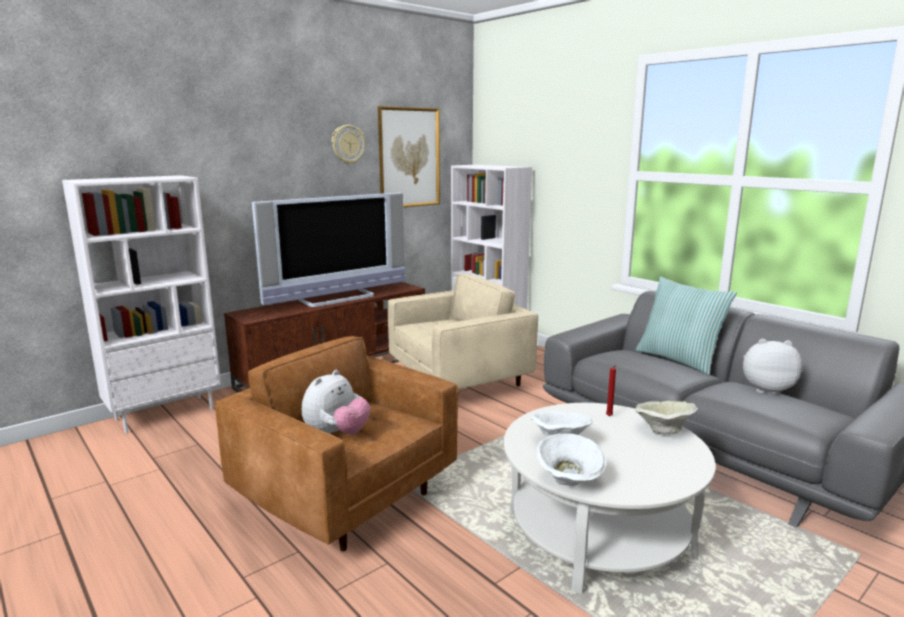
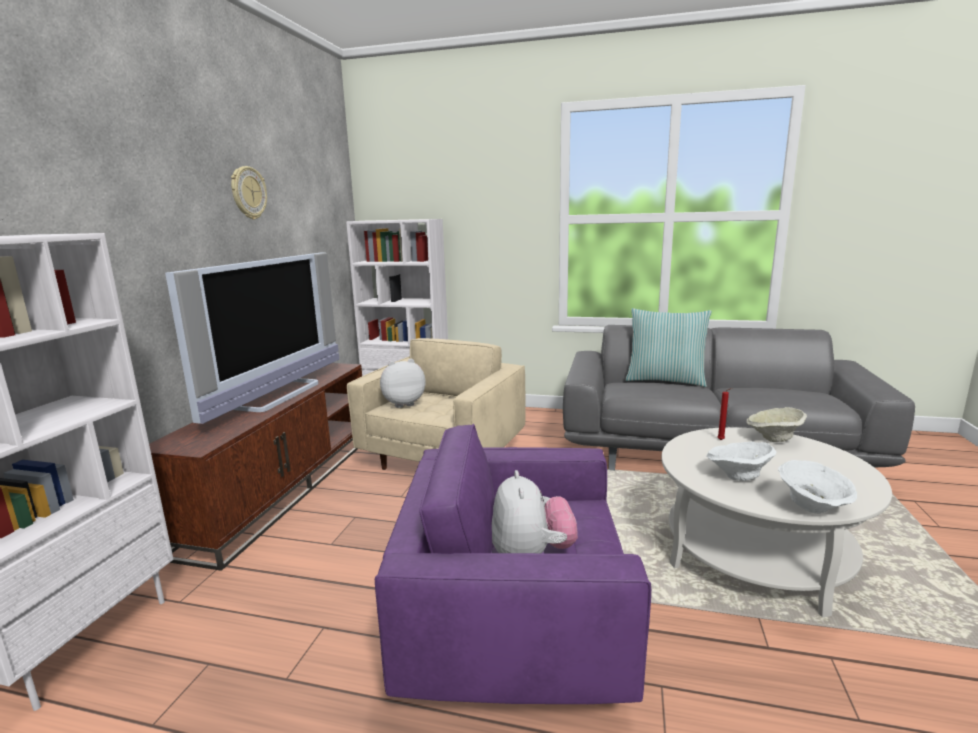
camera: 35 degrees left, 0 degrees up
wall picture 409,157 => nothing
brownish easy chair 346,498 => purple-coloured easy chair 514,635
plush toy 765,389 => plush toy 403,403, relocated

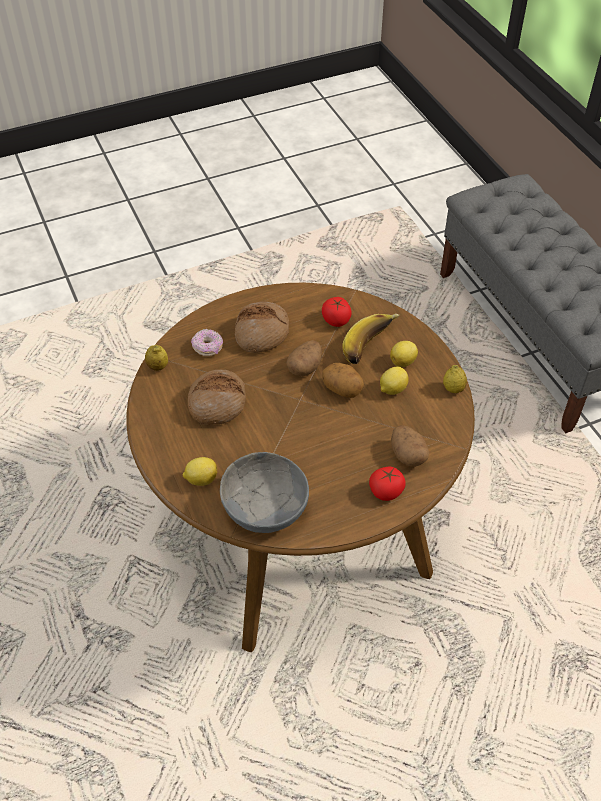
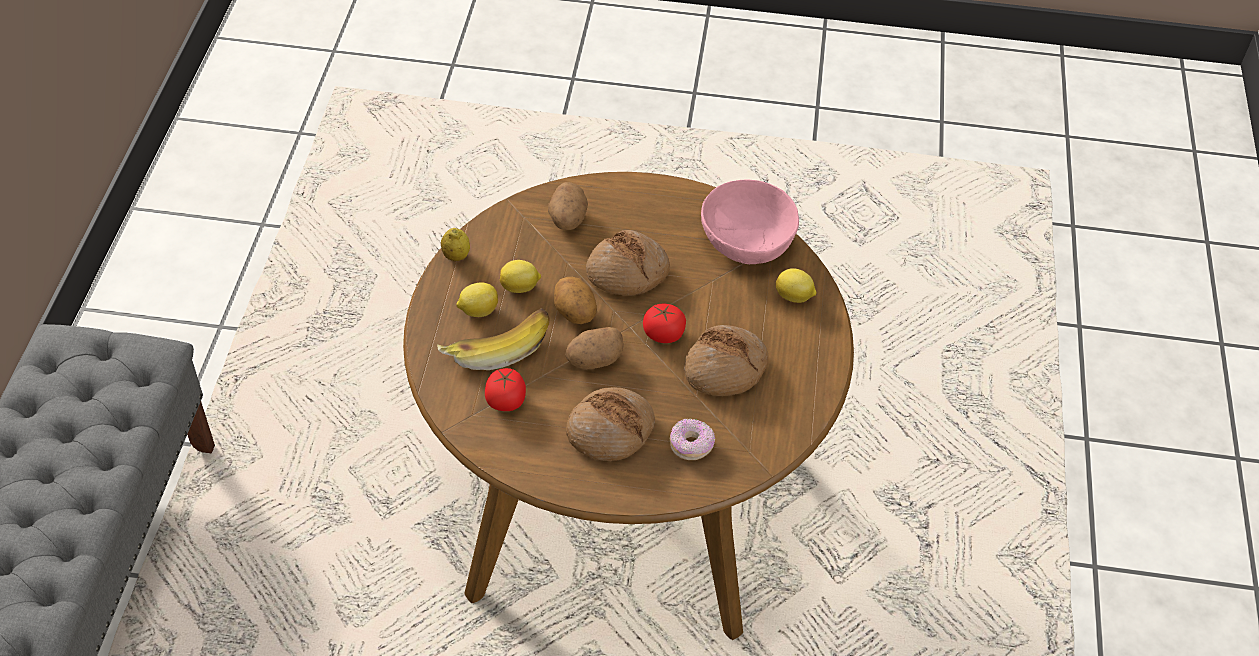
camera: 150 degrees left, 0 degrees up
lemon 157,366 => nothing
greyish serving bowl 264,508 => pink serving bowl 748,241
whole tomato 386,491 => whole tomato 663,334, relocated
nothing => bakery bread 627,273

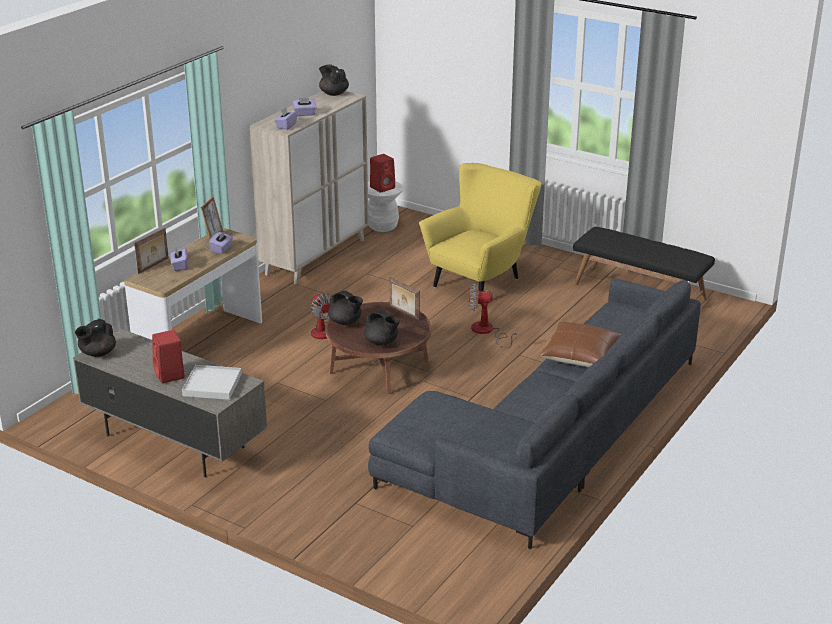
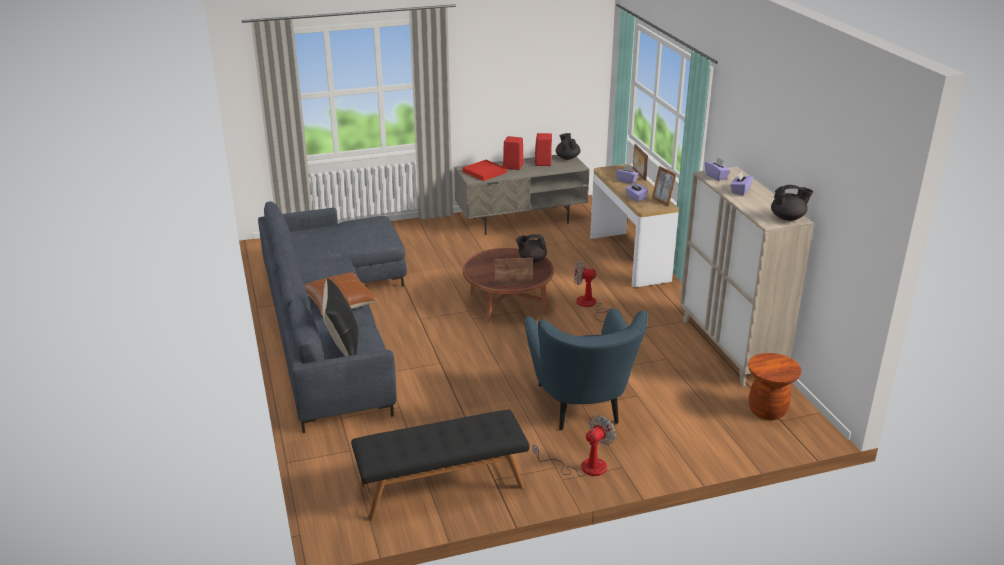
camera: 130 degrees right, 0 degrees up
reddish audio speaker 383,187 => reddish audio speaker 543,163, relocated
yellowish easy chair 481,280 => bluish easy chair 581,408
white-coloured stool 382,226 => brownish stool 767,410
cooling fan 487,332 => cooling fan 583,467, relocated
black-coloured tea pot 381,342 => nothing
white-coloured carrying tray 212,385 => reddish carrying tray 484,172
nothing => black-coloured throw pillow 343,345

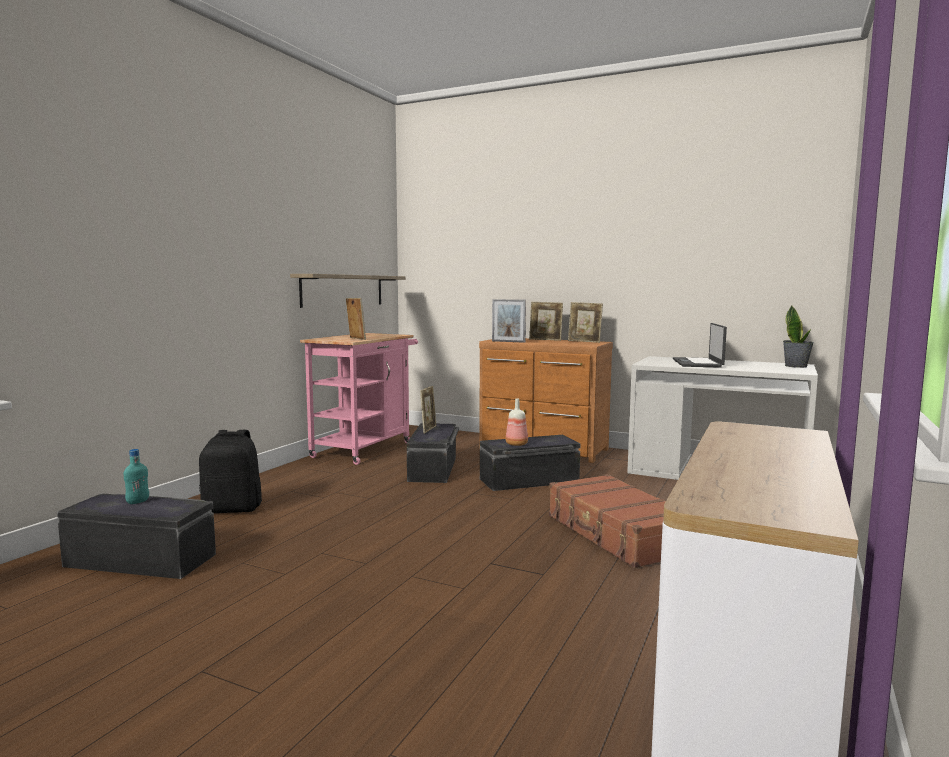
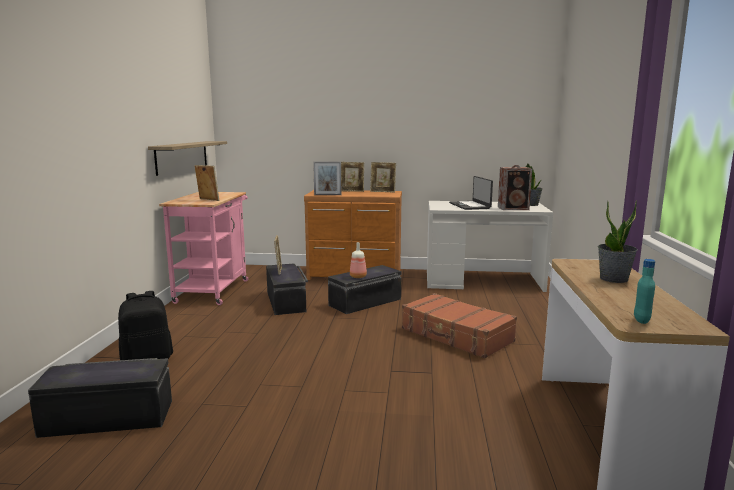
camera: 20 degrees left, 5 degrees up
blue-green beverage bottle 137,502 => blue-green beverage bottle 641,320, relocated
nothing => audio speaker 514,208
nothing => potted plant 614,279

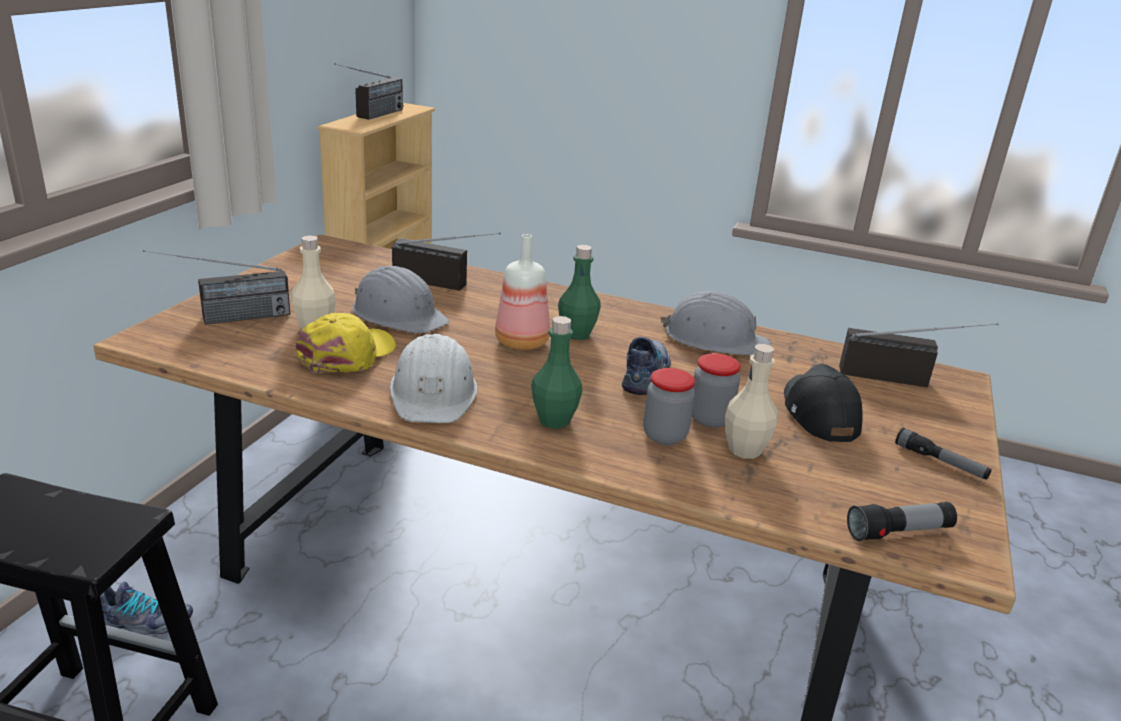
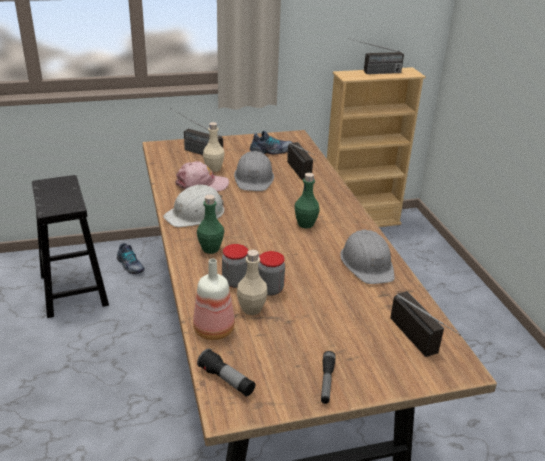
camera: 55 degrees right, 5 degrees up
beverage bottle 523,342 => beverage bottle 215,330, relocated
yellowish cap 347,354 => pink cap 202,184
shoe 646,374 => shoe 271,151, relocated
black-coloured cap 818,414 => nothing

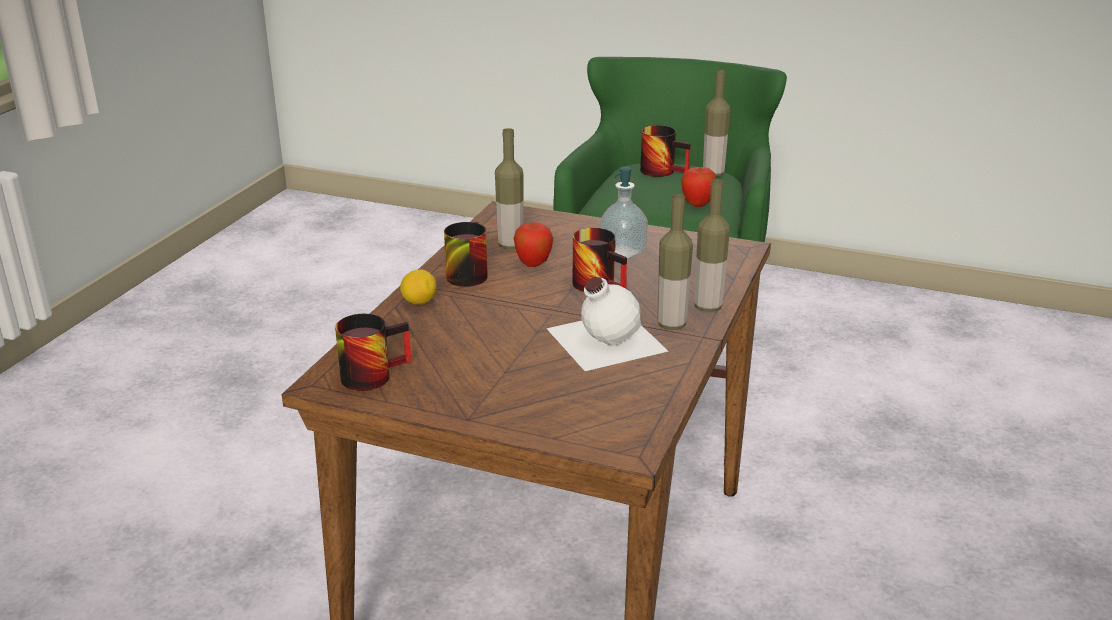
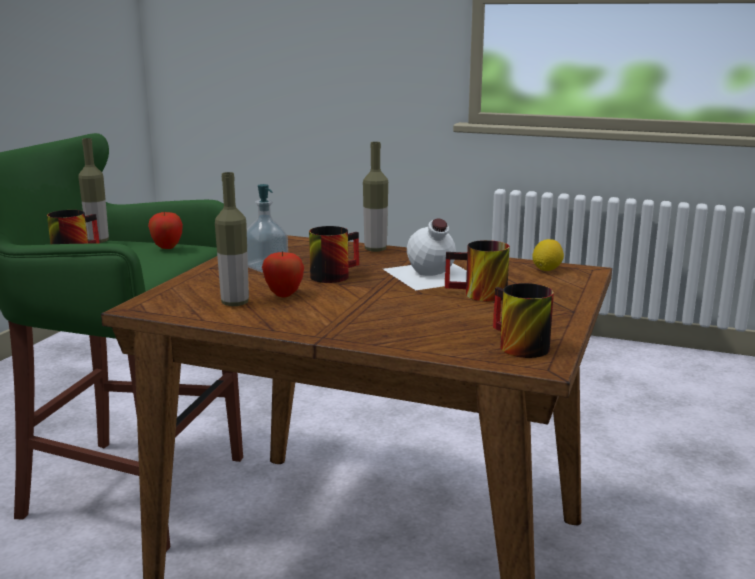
camera: 90 degrees left, 10 degrees down
beverage bottle 671,324 => nothing
mug 465,273 => mug 478,295, relocated
lemon 419,302 => lemon 546,269, relocated

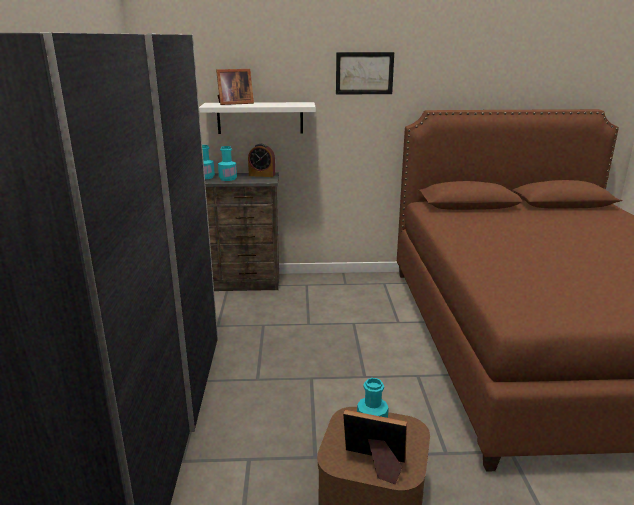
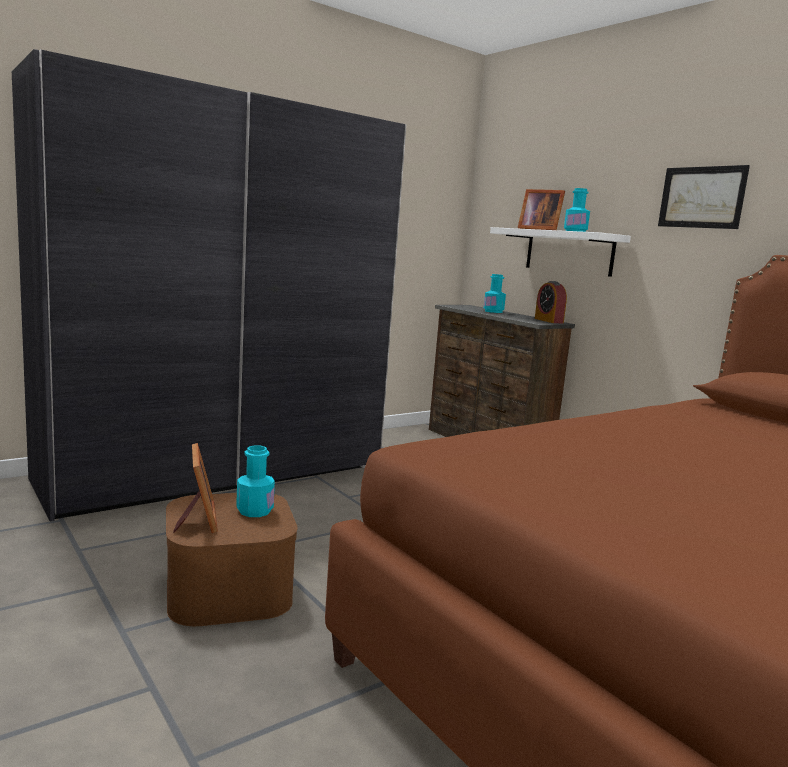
camera: 55 degrees right, 10 degrees down
blue-green beverage bottle 228,179 => blue-green beverage bottle 575,232, relocated

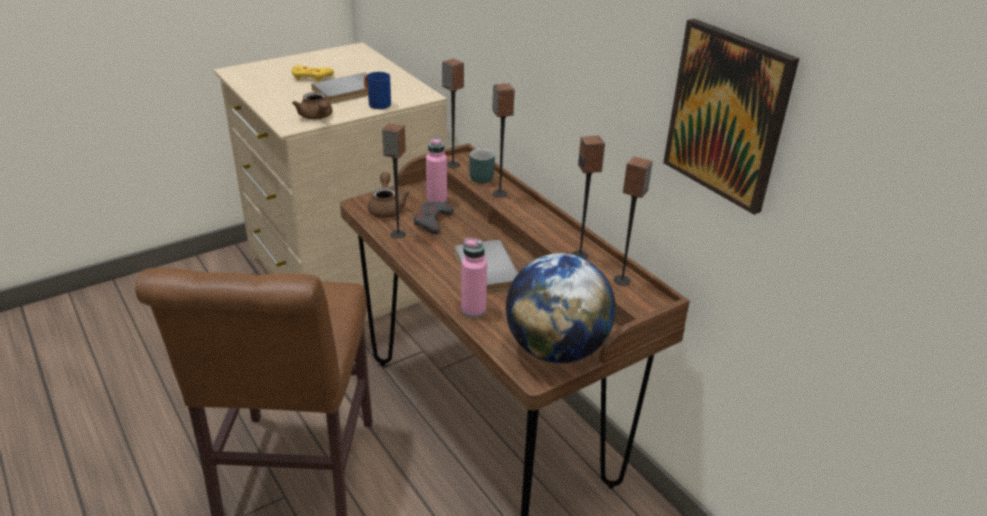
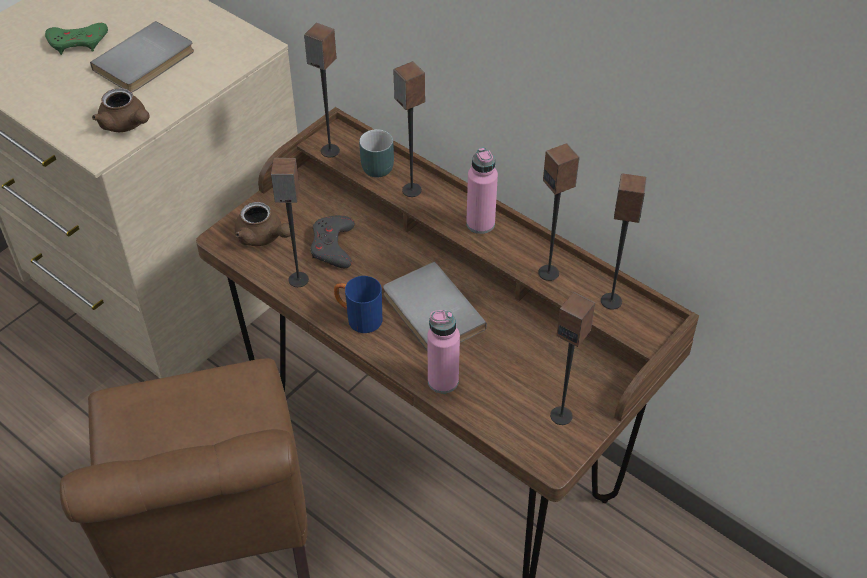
camera: 15 degrees left, 15 degrees up
wall picture 727,115 => nothing
yellowish game controller 311,77 => green game controller 78,42
bluish mug 376,104 => bluish mug 358,318, relocated
pink beverage bottle 436,200 => pink beverage bottle 480,223, relocated
brownish tea pot 386,208 => brownish tea pot 263,237, 150 degrees clockwise
world globe 556,350 => audio speaker 561,415

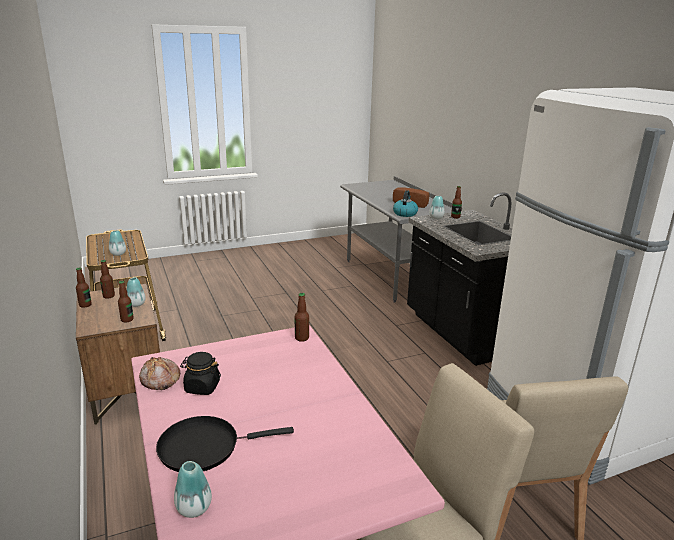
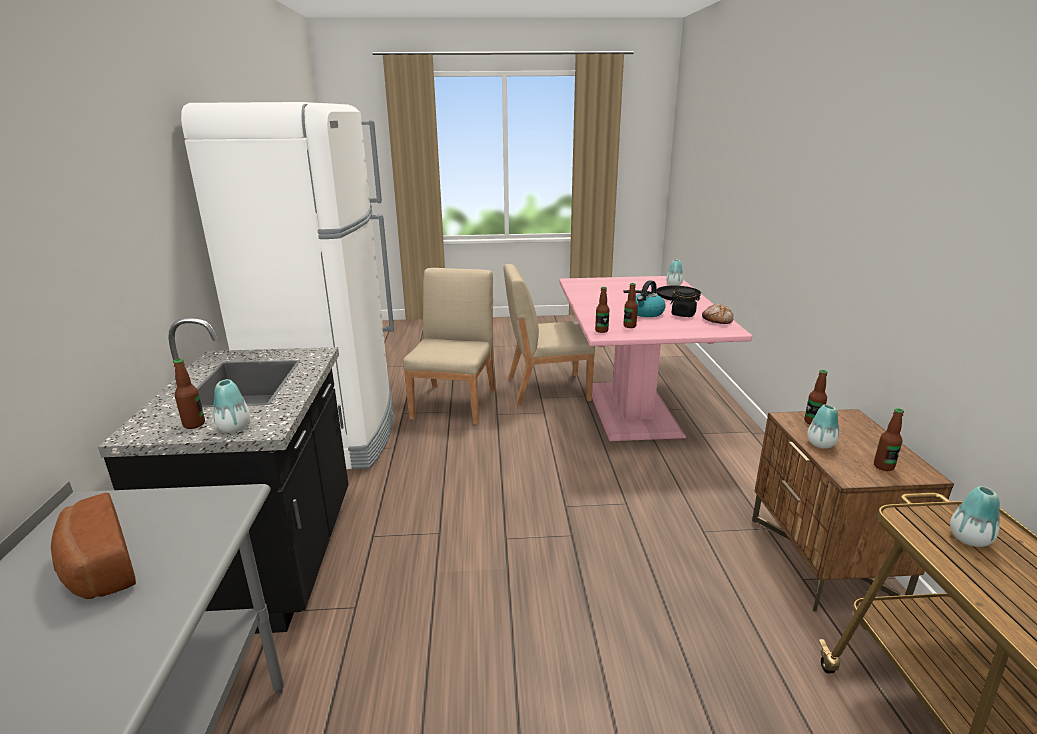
camera: 160 degrees left, 0 degrees up
tea kettle 405,213 => tea kettle 646,313, relocated
beverage bottle 85,305 => beverage bottle 629,326, relocated

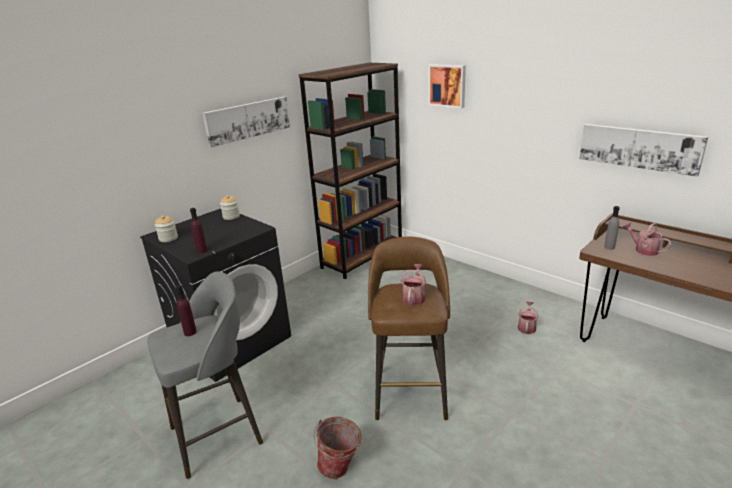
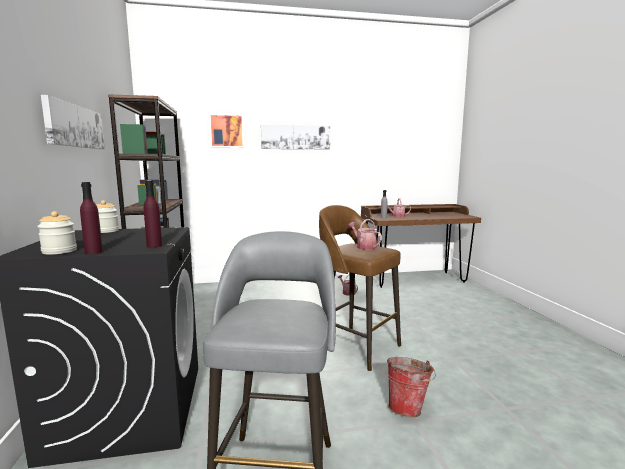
camera: 55 degrees left, 15 degrees down
wall picture 639,148 => wall picture 295,137, relocated
purple-coloured beverage bottle 190,332 => purple-coloured beverage bottle 93,252, relocated

